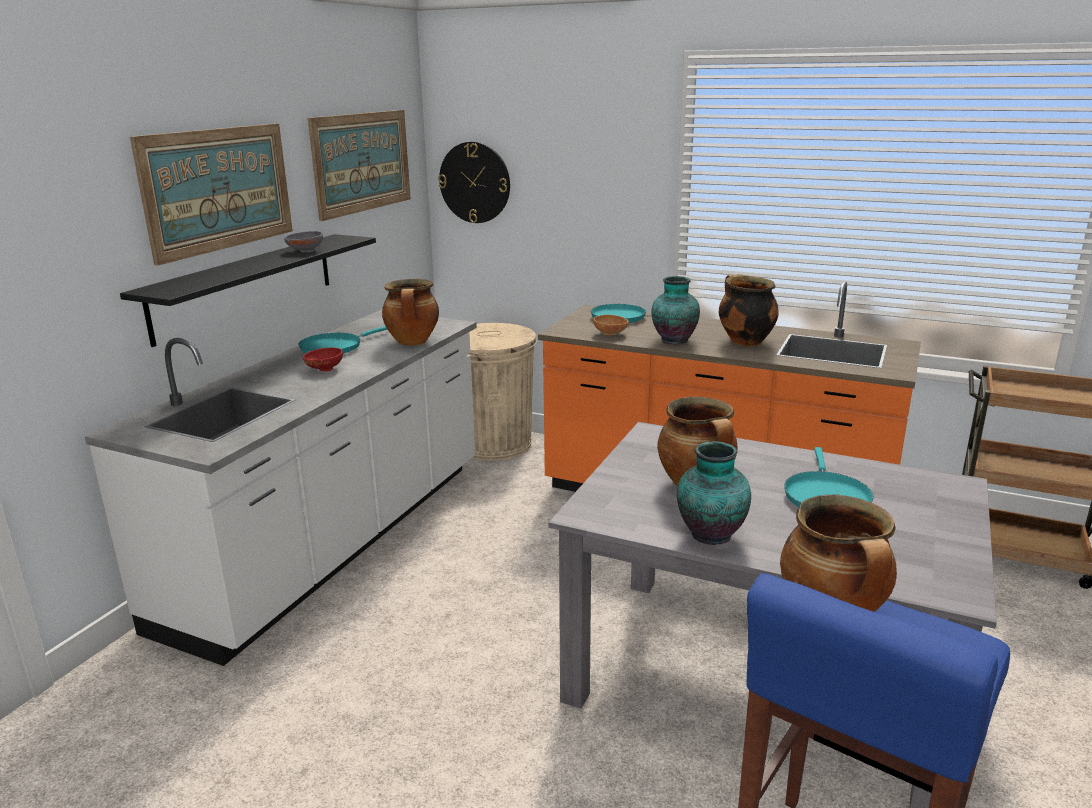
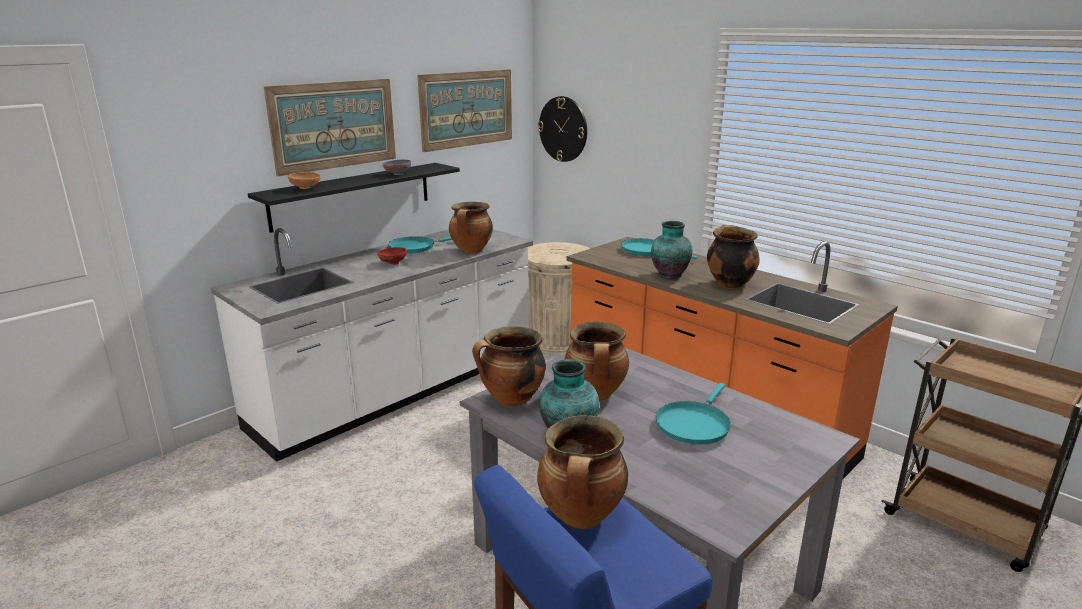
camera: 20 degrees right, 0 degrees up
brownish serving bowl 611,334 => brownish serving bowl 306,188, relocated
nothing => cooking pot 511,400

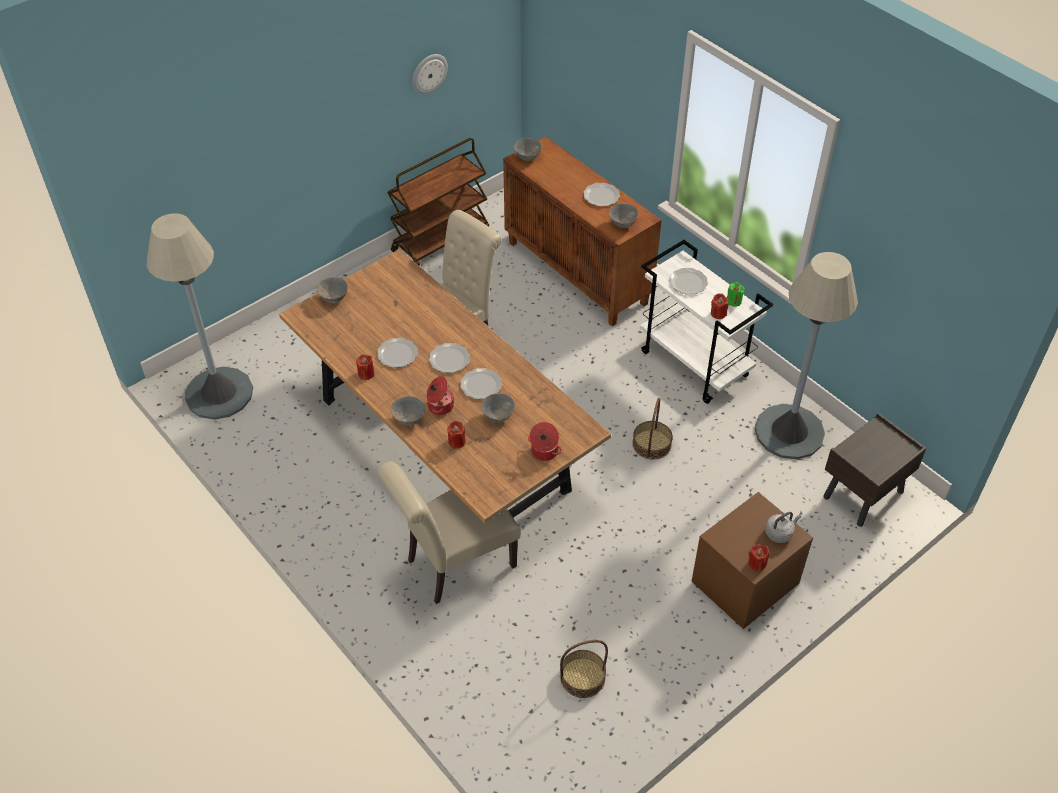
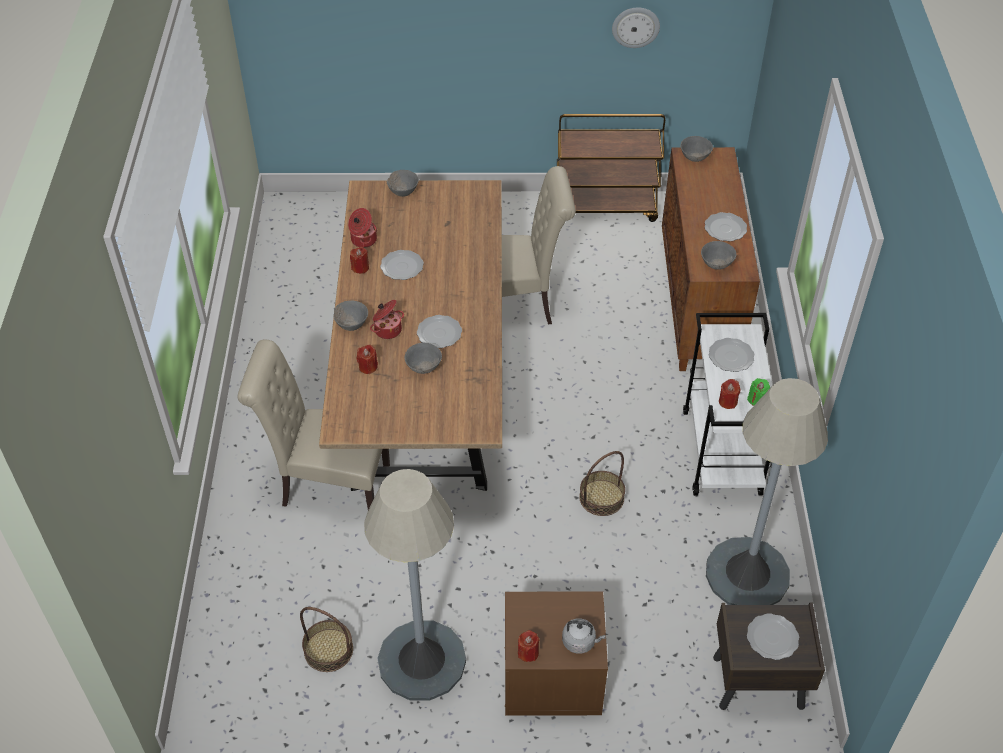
camera: 40 degrees right, 0 degrees up
greyish standing lamp 219,393 => greyish standing lamp 421,660, relocated
flat dish 449,360 => flat dish 772,638, relocated
cooking pot 544,452 => cooking pot 363,240, relocated

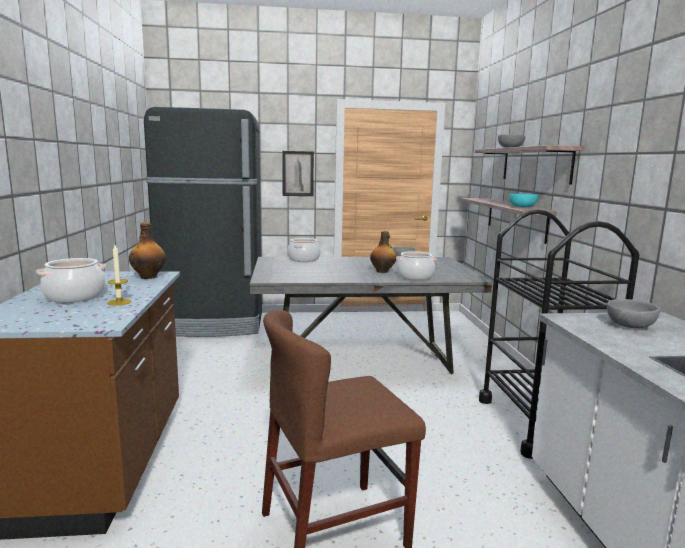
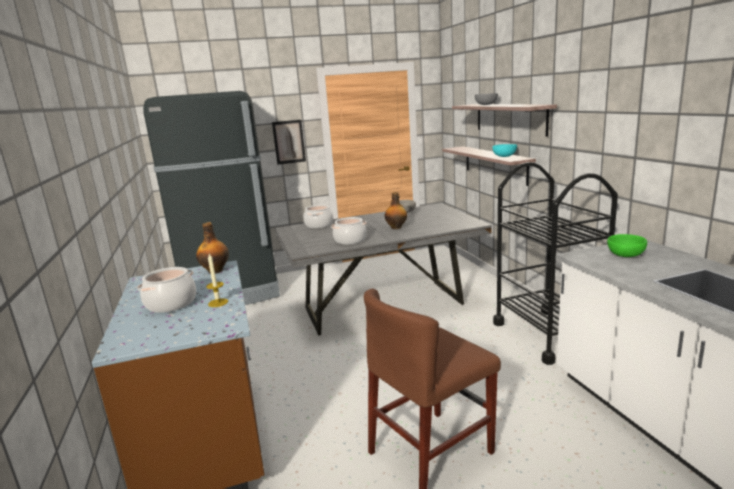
camera: 10 degrees left, 5 degrees up
cooking pot 415,276 => cooking pot 350,240, relocated
greyish serving bowl 631,326 => green serving bowl 626,255

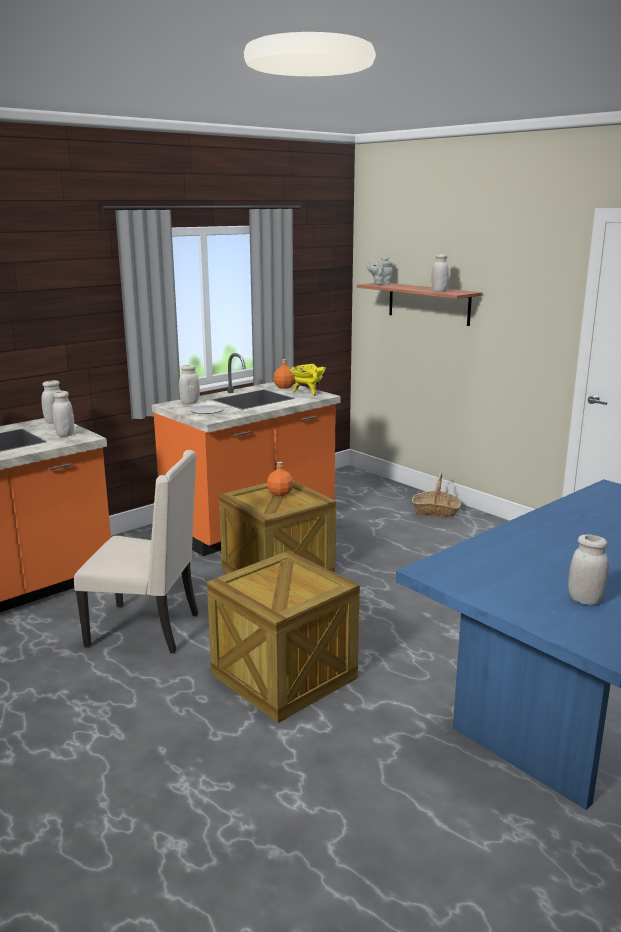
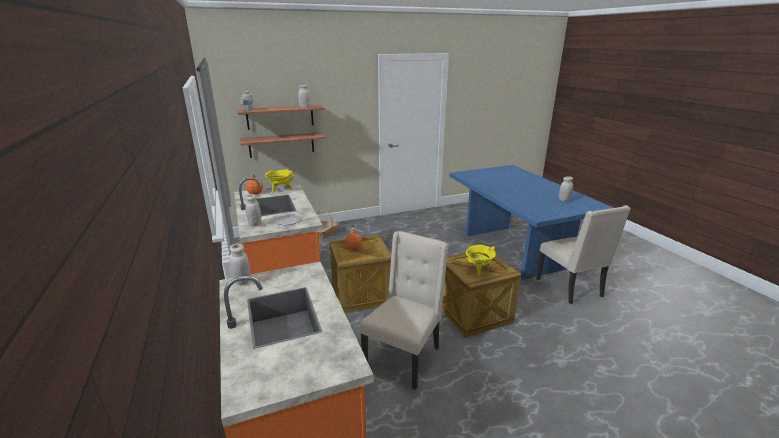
camera: 70 degrees left, 5 degrees up
white-coloured jar 65,434 => nothing
nothing => bracket shelf 281,145
nothing => beige-coloured plain chair 570,288
nothing => yellowish cooking pot 478,269

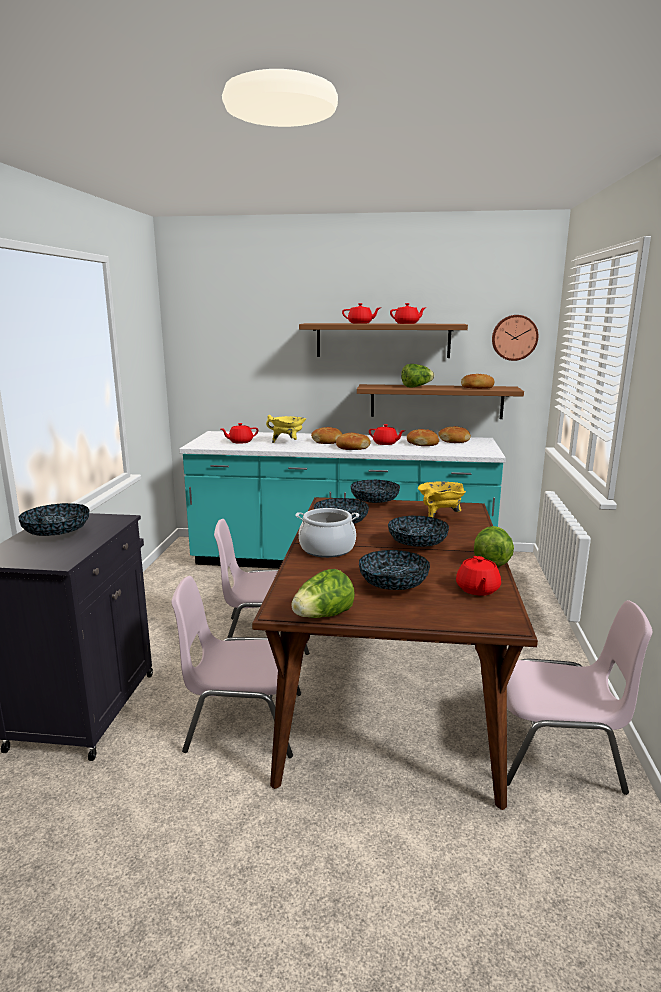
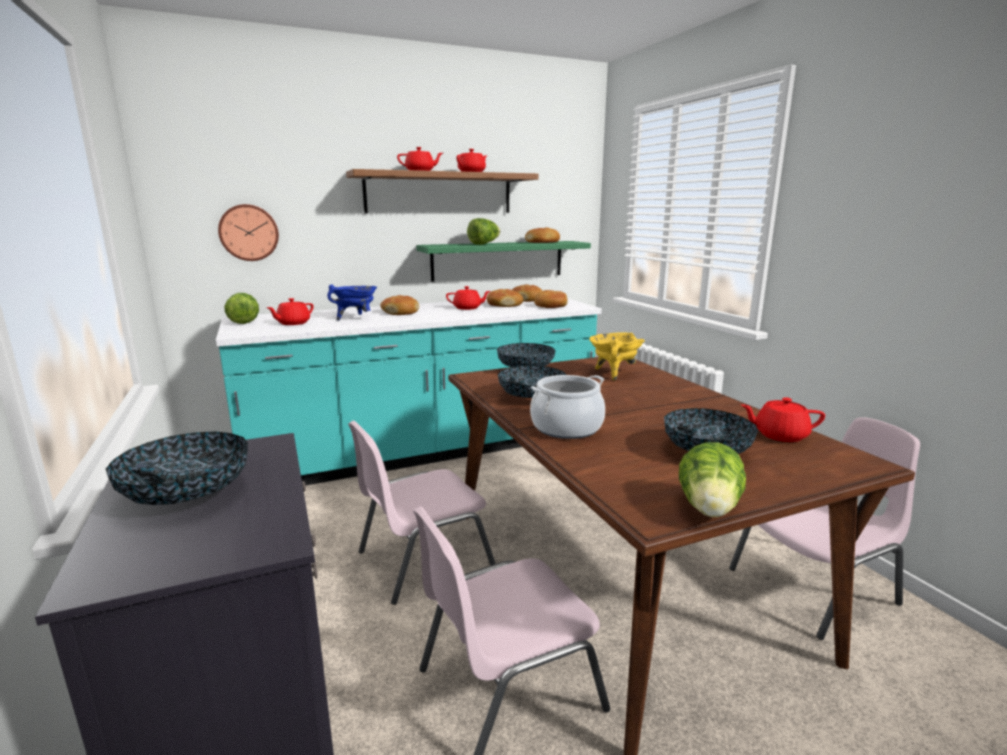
camera: 30 degrees left, 0 degrees up
hanging clock 514,337 => hanging clock 249,232, relocated
brownish bracket shelf 436,401 => green bracket shelf 498,260
yellowish cooking pot 287,442 => bluish cooking pot 356,318
bakery bread 352,447 => bakery bread 550,306, relocated
serving bowl 417,545 => nothing
head of lettuce 491,561 => head of lettuce 244,321, relocated
reddish tea pot 477,589 => reddish tea pot 779,435, 120 degrees clockwise

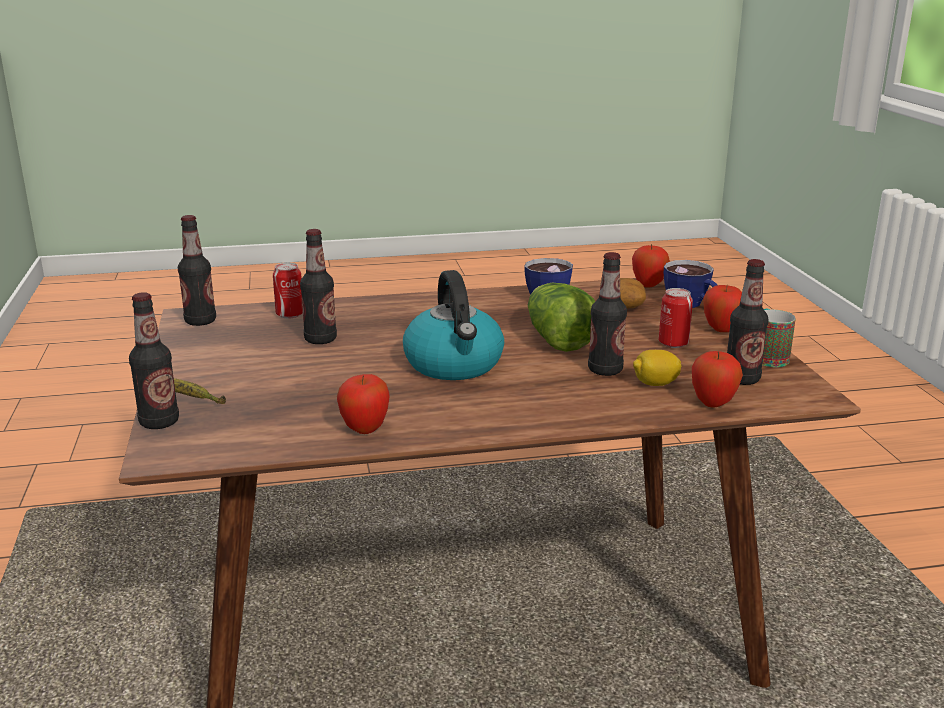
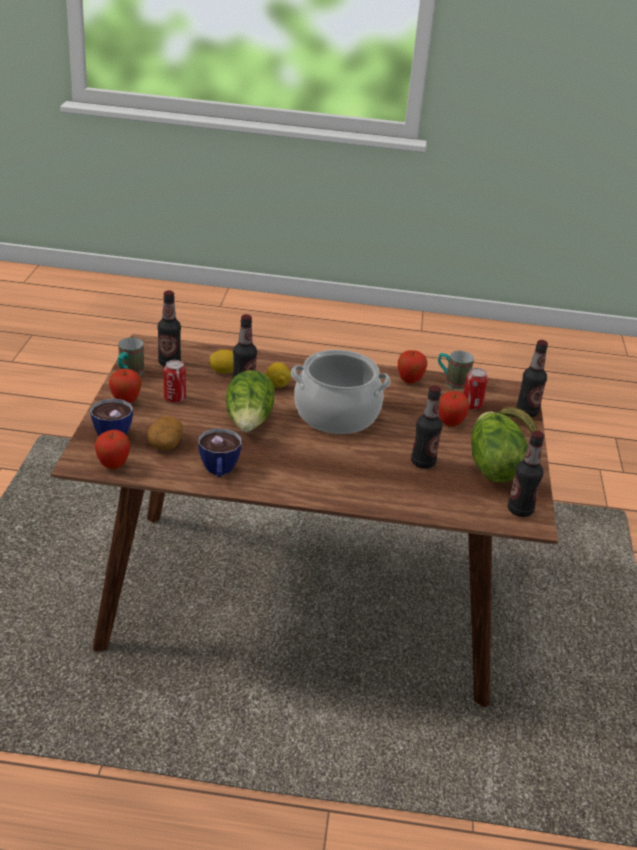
camera: 165 degrees left, 10 degrees up
sealed can 290,314 => sealed can 472,405, relocated
tea kettle 454,365 => cooking pot 336,415
whole apple 713,404 => whole apple 450,424, relocated
nothing => mug 451,382
nothing => lemon 277,385
nothing => head of lettuce 492,467

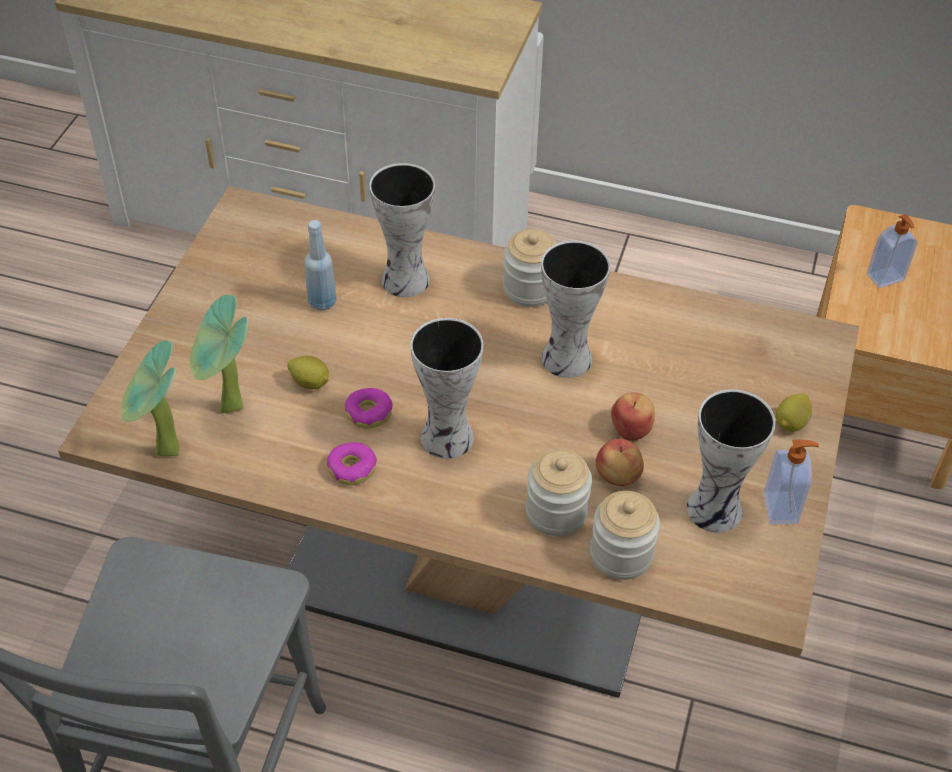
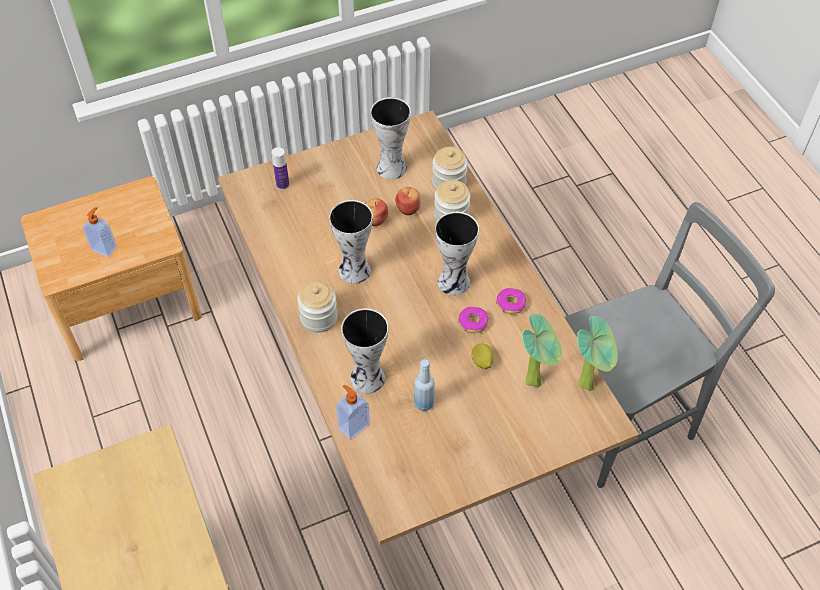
camera: 130 degrees left, 5 degrees up
lemon 791,423 => nothing
soap dispenser 782,508 => soap dispenser 353,426, relocated
nothing => beverage bottle 282,184

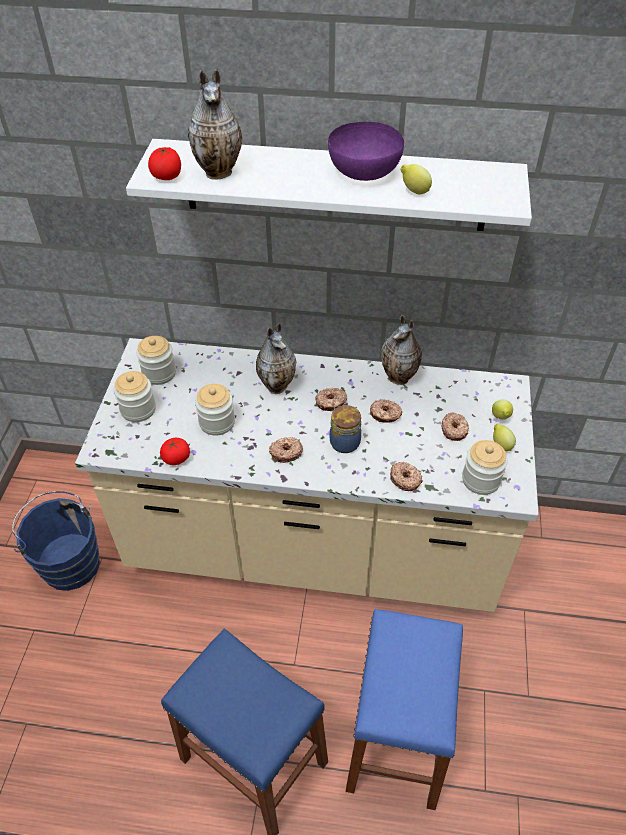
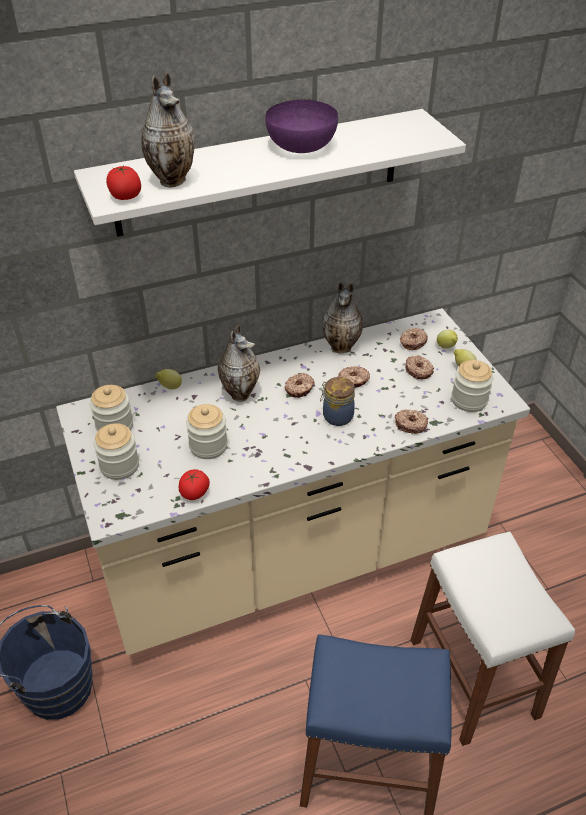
camera: 30 degrees left, 5 degrees down
lemon 414,191 => lemon 170,387, relocated
doughnut 286,452 => doughnut 412,342, relocated
bluish stool 397,738 => white-coloured stool 473,677

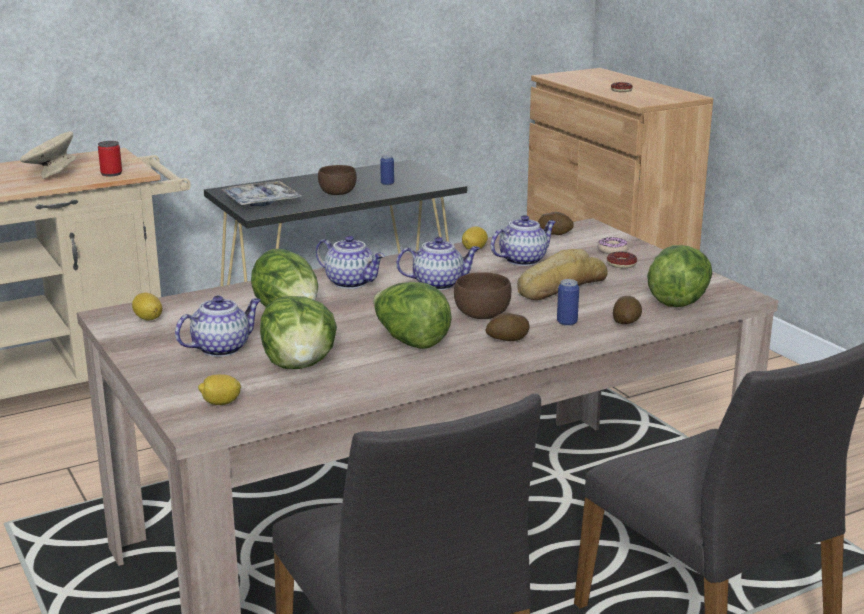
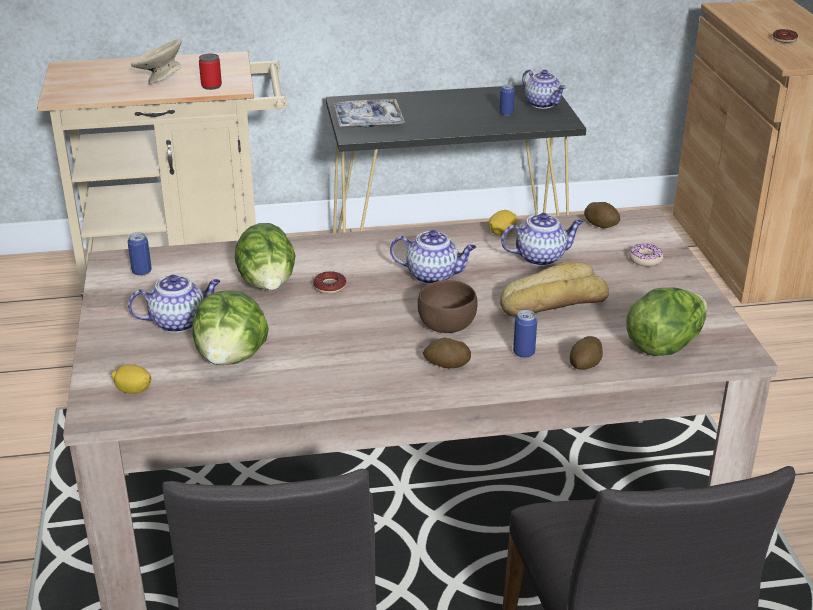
camera: 20 degrees right, 10 degrees up
brownish serving bowl 337,193 => nothing
tea pot 351,283 => tea pot 543,104, relocated
doughnut 621,264 => doughnut 330,286, relocated
head of lettuce 409,341 => nothing
lemon 148,318 => sealed can 142,271

